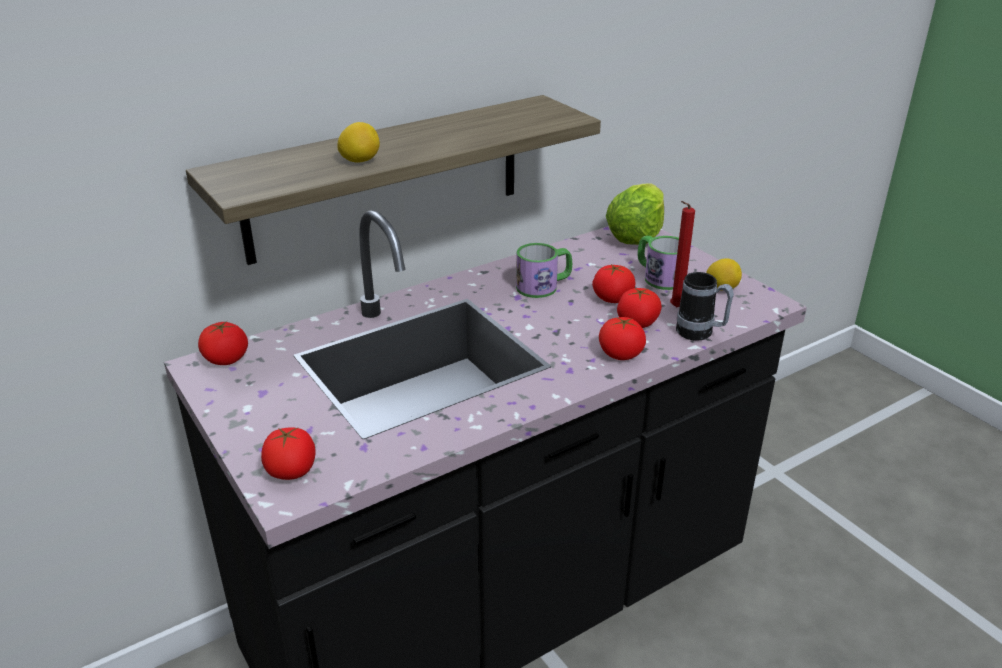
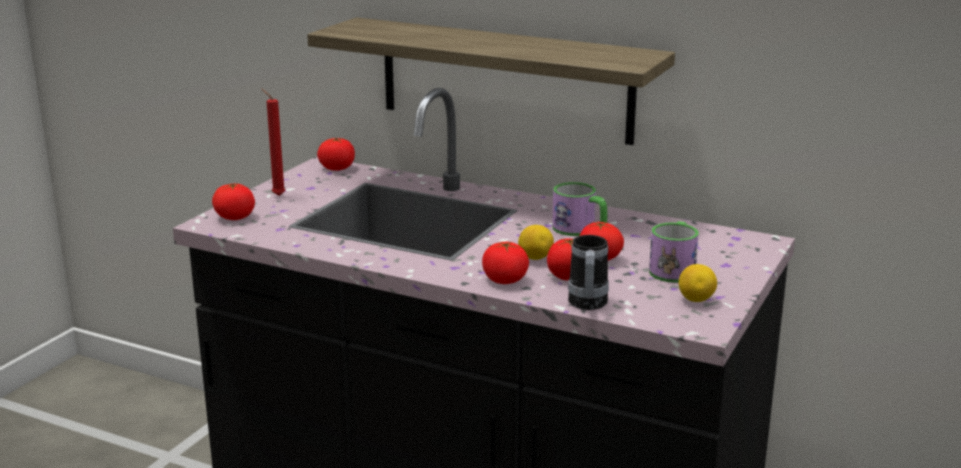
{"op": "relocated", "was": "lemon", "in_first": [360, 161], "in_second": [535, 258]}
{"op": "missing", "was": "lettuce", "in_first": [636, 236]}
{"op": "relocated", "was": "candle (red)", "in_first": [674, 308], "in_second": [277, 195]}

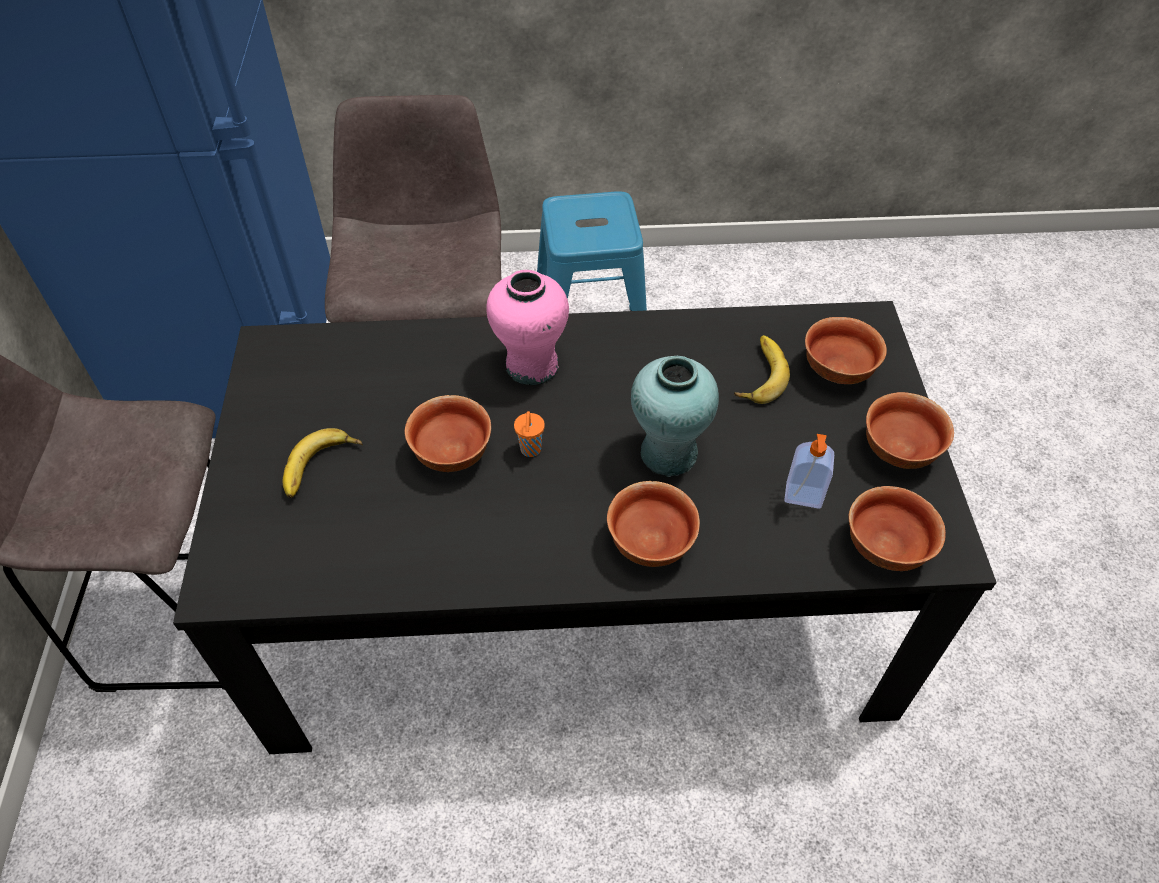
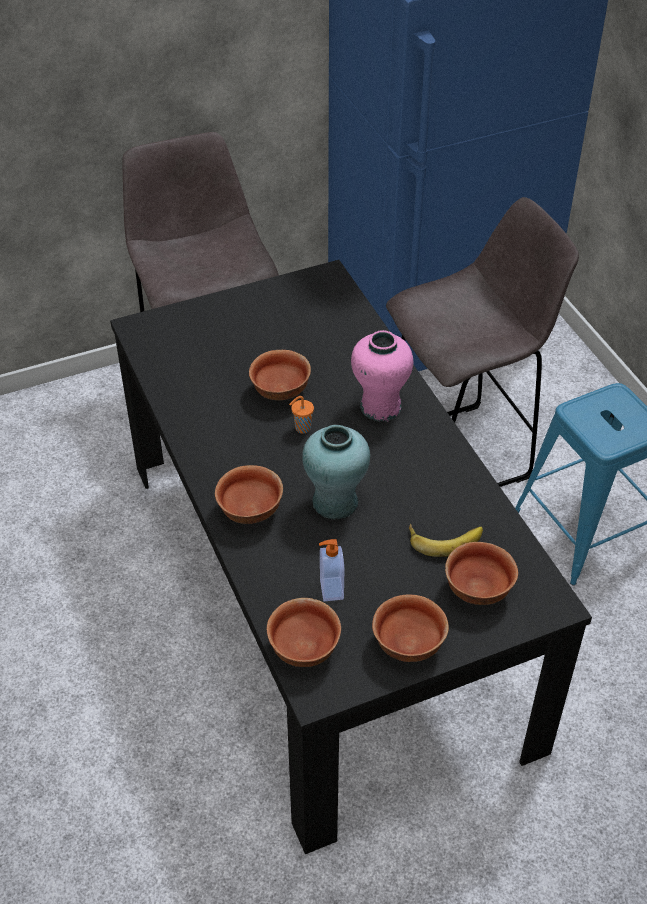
{"op": "missing", "was": "banana", "in_first": [321, 468]}

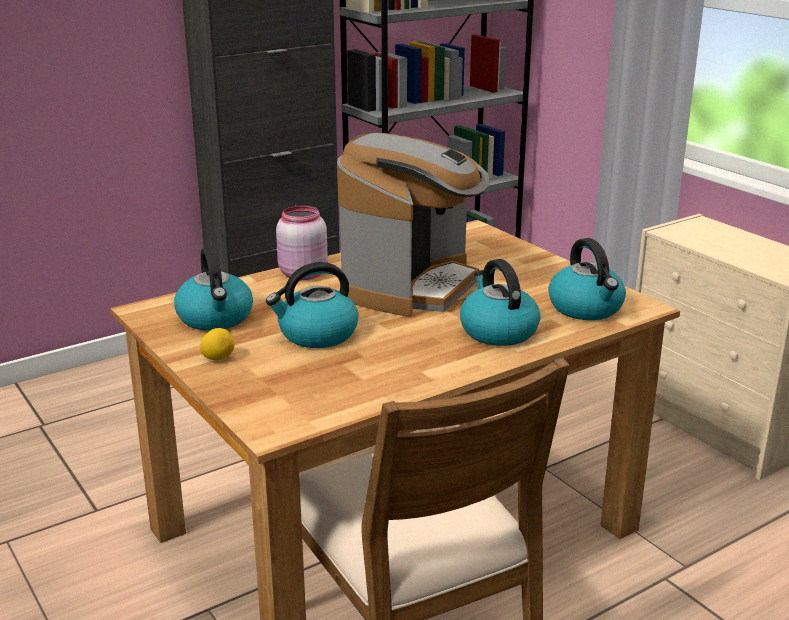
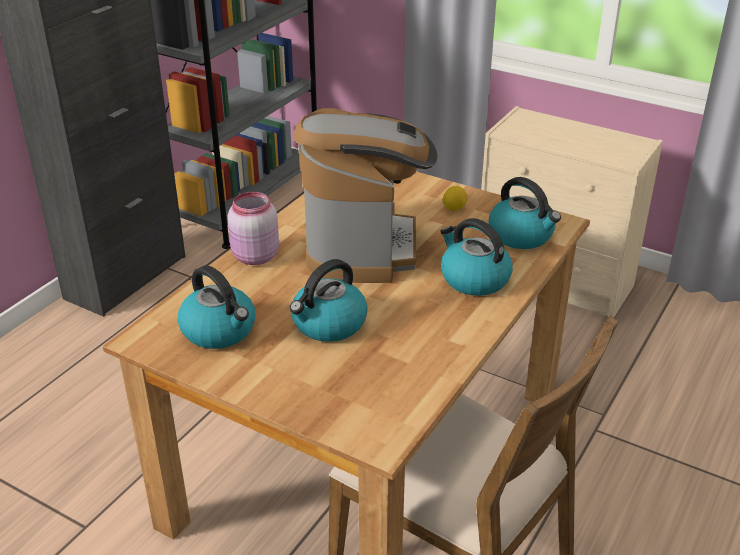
{"op": "relocated", "was": "lemon", "in_first": [218, 358], "in_second": [454, 208]}

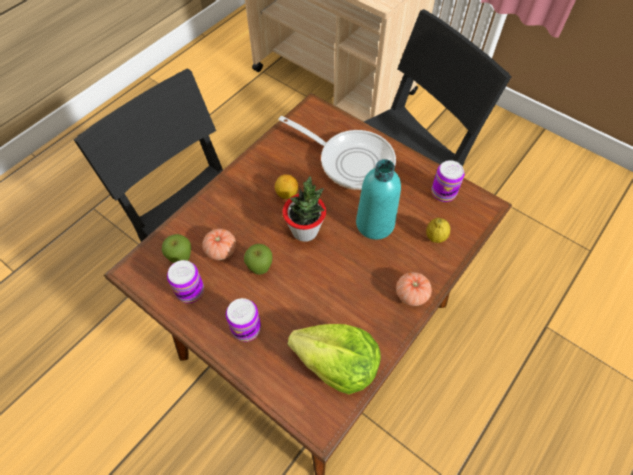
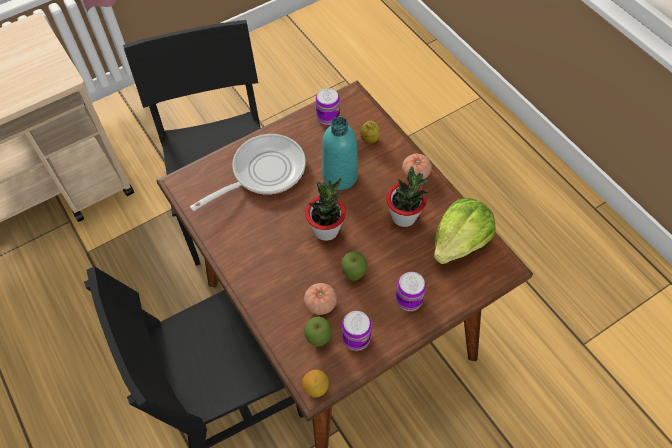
{"op": "relocated", "was": "lemon", "in_first": [287, 194], "in_second": [316, 388]}
{"op": "appeared", "now": "potted plant", "in_second": [404, 216]}

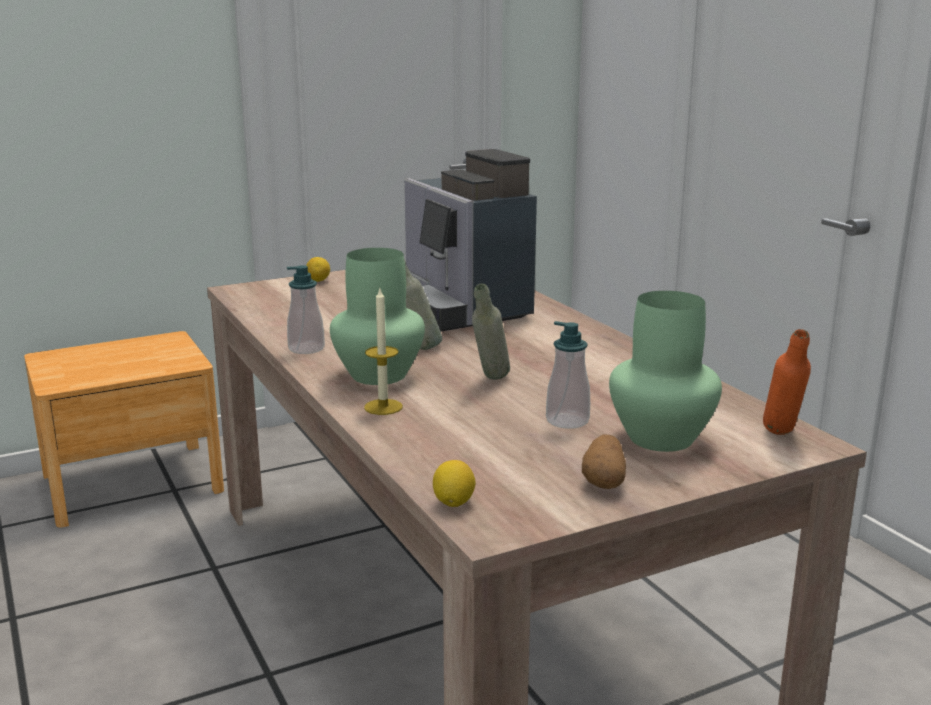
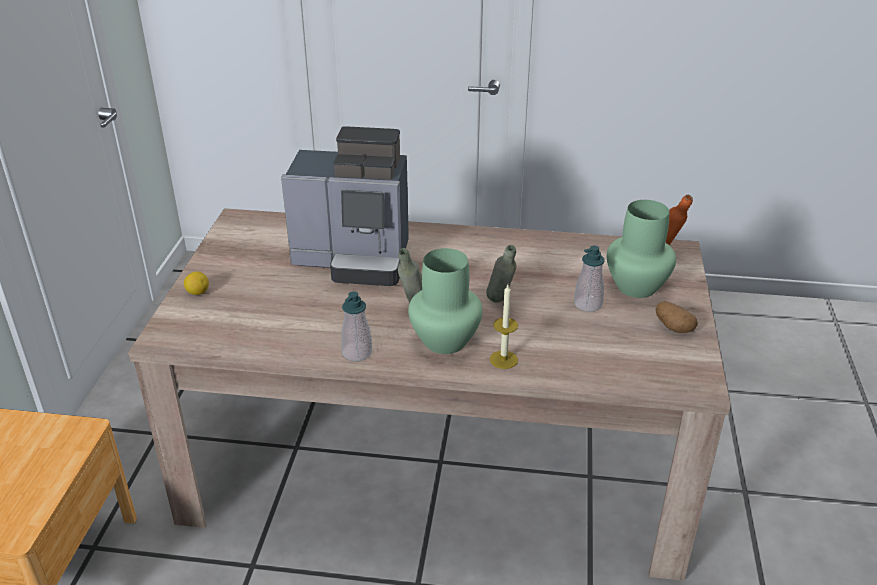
{"op": "missing", "was": "lemon", "in_first": [453, 502]}

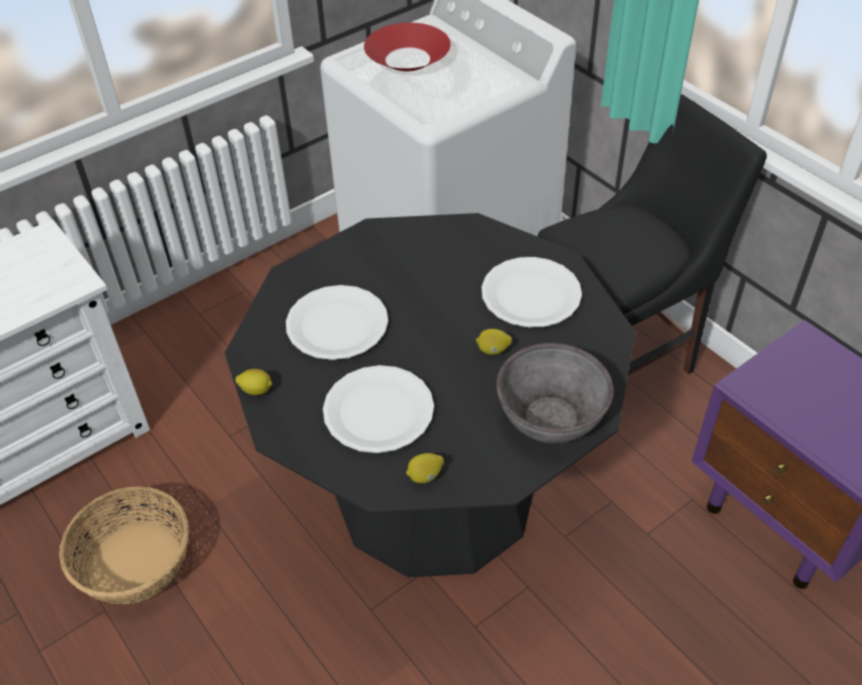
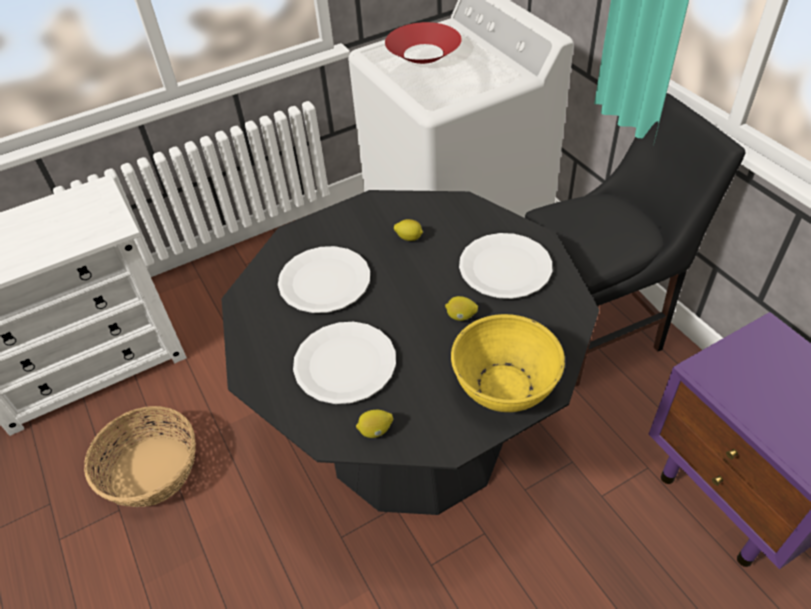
{"op": "colour", "was": "bowl (grey)", "now": "bowl (yellow)", "in_first": [550, 418], "in_second": [504, 386]}
{"op": "relocated", "was": "lemon", "in_first": [256, 390], "in_second": [409, 238]}

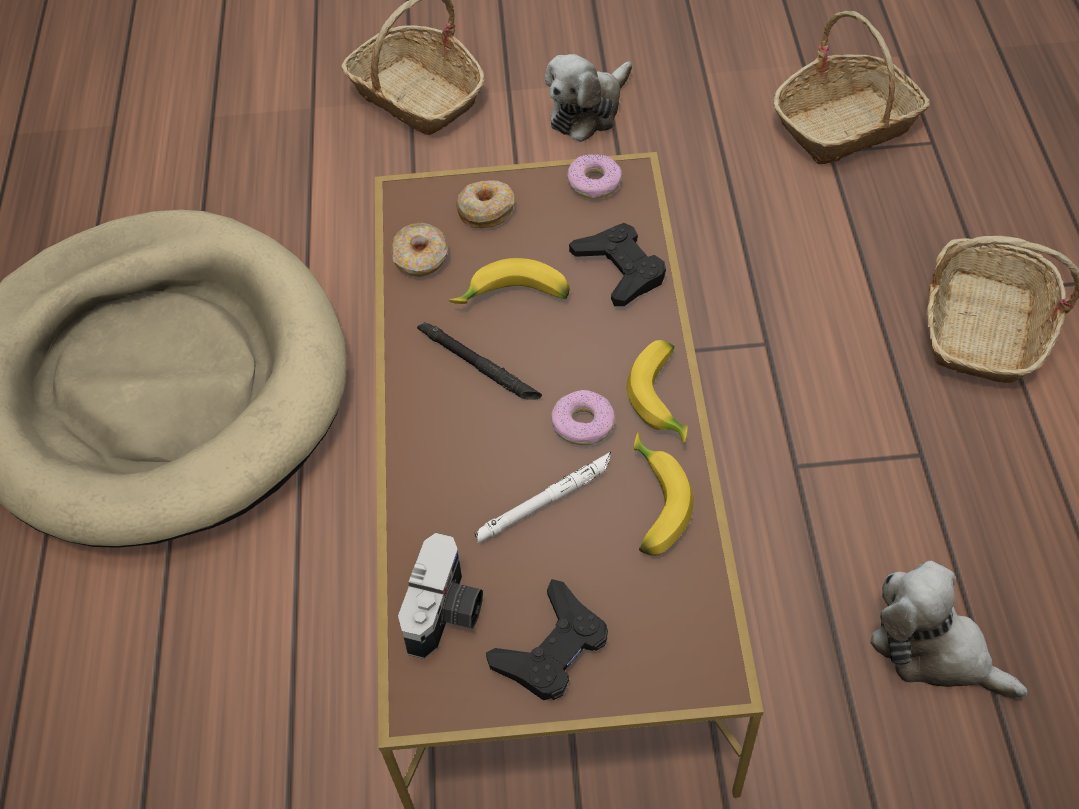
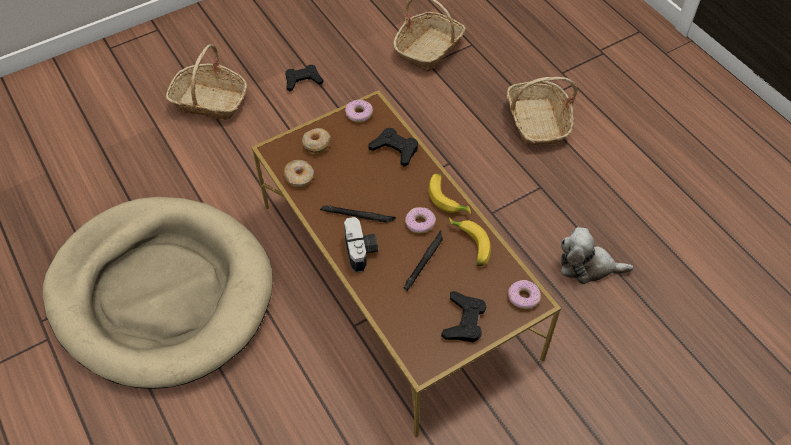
{"op": "exchanged", "was": "plush toy", "now": "game controller (black)", "in_first": [588, 110], "in_second": [303, 80]}
{"op": "missing", "was": "banana", "in_first": [513, 299]}
{"op": "colour", "was": "flashlight (white)", "now": "flashlight (black)", "in_first": [545, 501], "in_second": [424, 262]}
{"op": "relocated", "was": "photo camera", "in_first": [447, 613], "in_second": [362, 251]}
{"op": "appeared", "now": "donut", "in_second": [523, 297]}

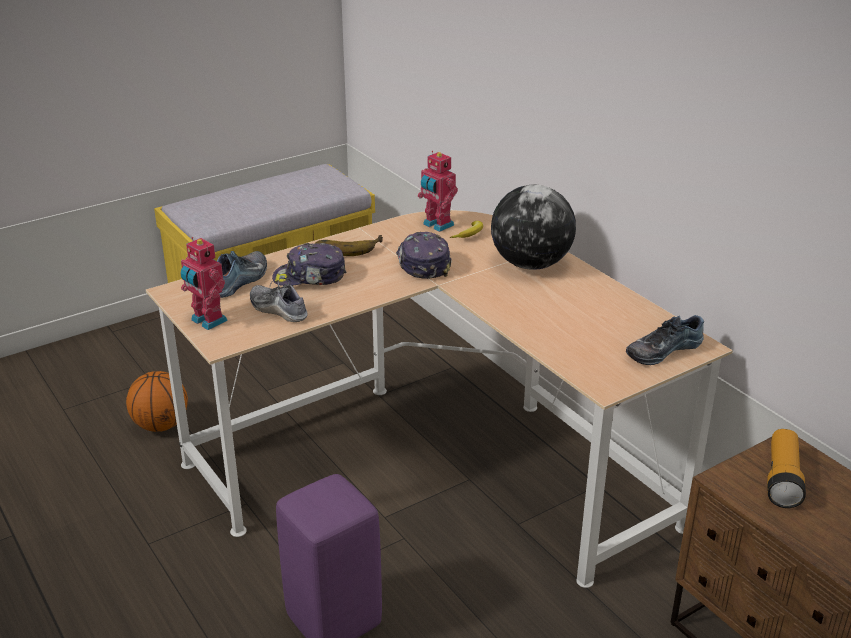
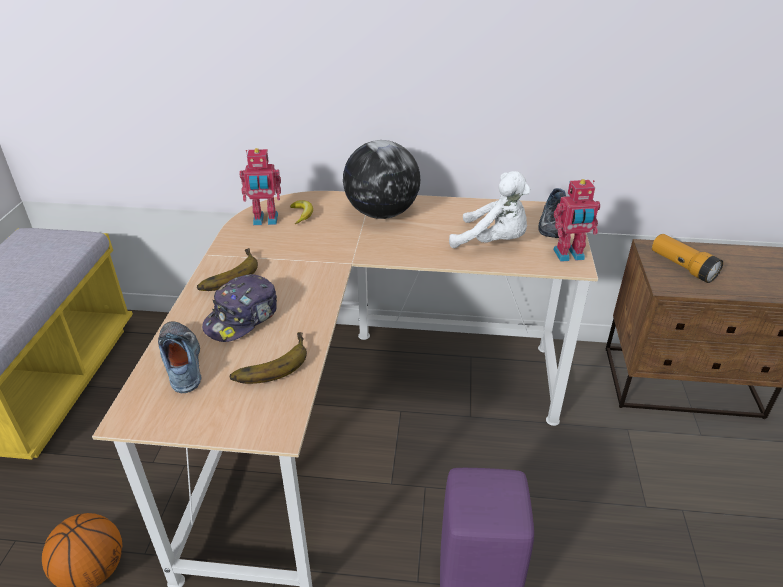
{"op": "missing", "was": "cap", "in_first": [423, 264]}
{"op": "relocated", "was": "toy robot", "in_first": [207, 321], "in_second": [569, 255]}
{"op": "exchanged", "was": "shoe", "now": "banana", "in_first": [278, 310], "in_second": [269, 363]}
{"op": "appeared", "now": "plush toy (white)", "in_second": [493, 242]}

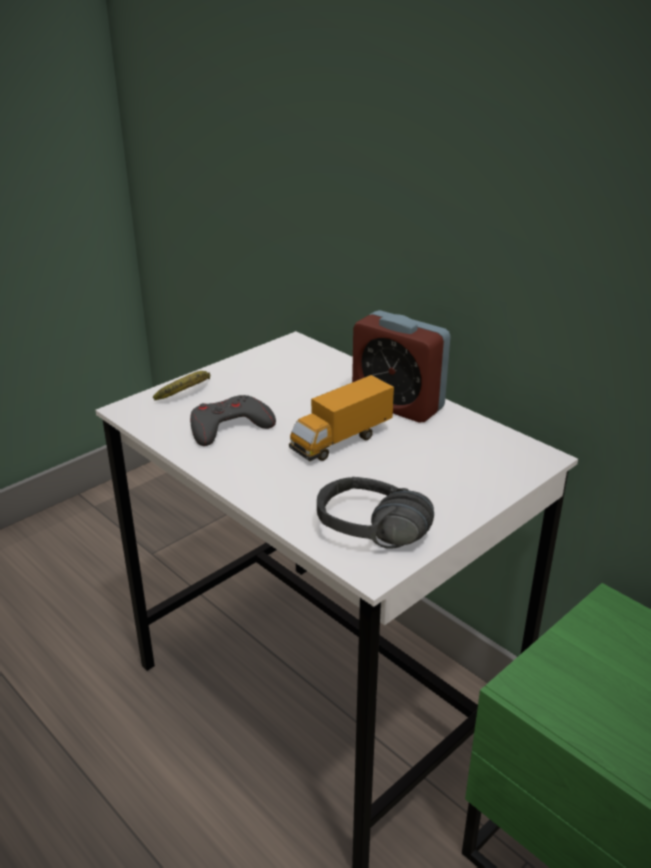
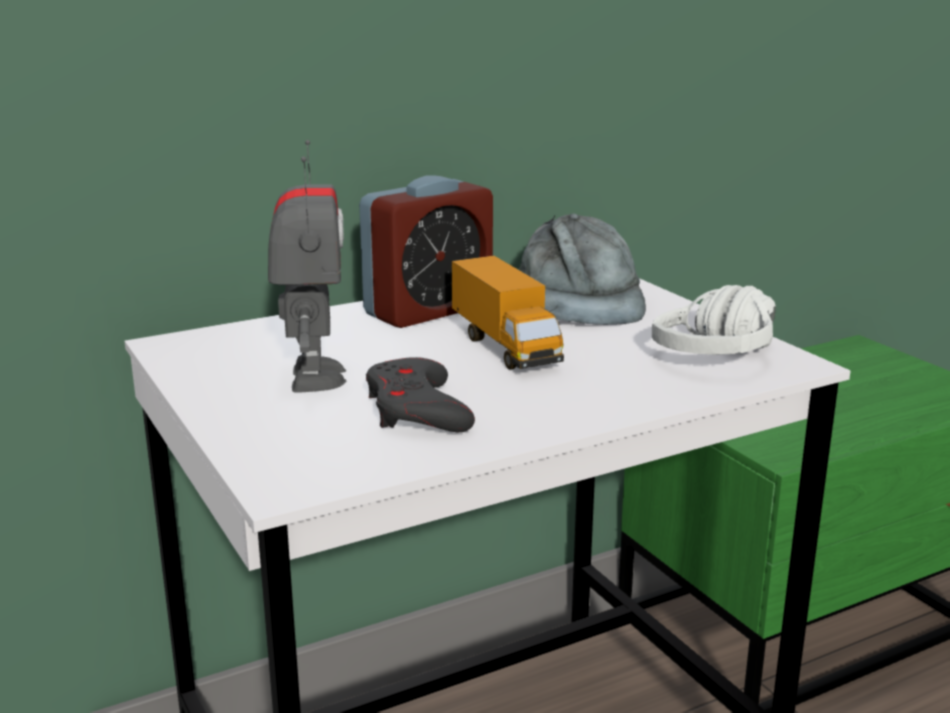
{"op": "missing", "was": "banana", "in_first": [188, 393]}
{"op": "colour", "was": "headphones (black)", "now": "headphones (white)", "in_first": [367, 540], "in_second": [738, 359]}
{"op": "appeared", "now": "toy robot", "in_second": [314, 377]}
{"op": "appeared", "now": "cap (grey)", "in_second": [580, 297]}

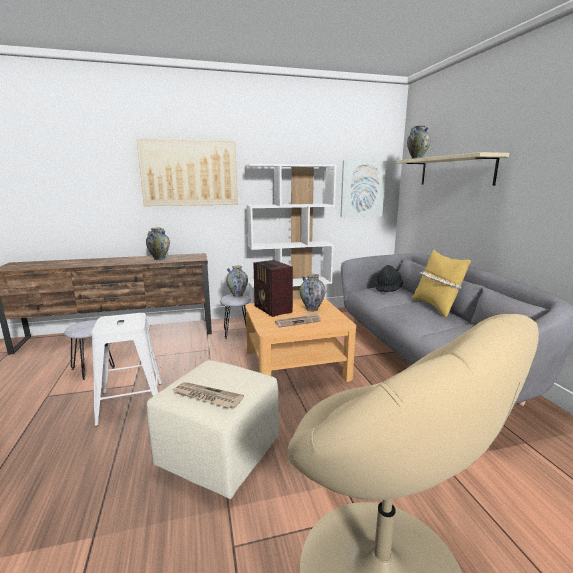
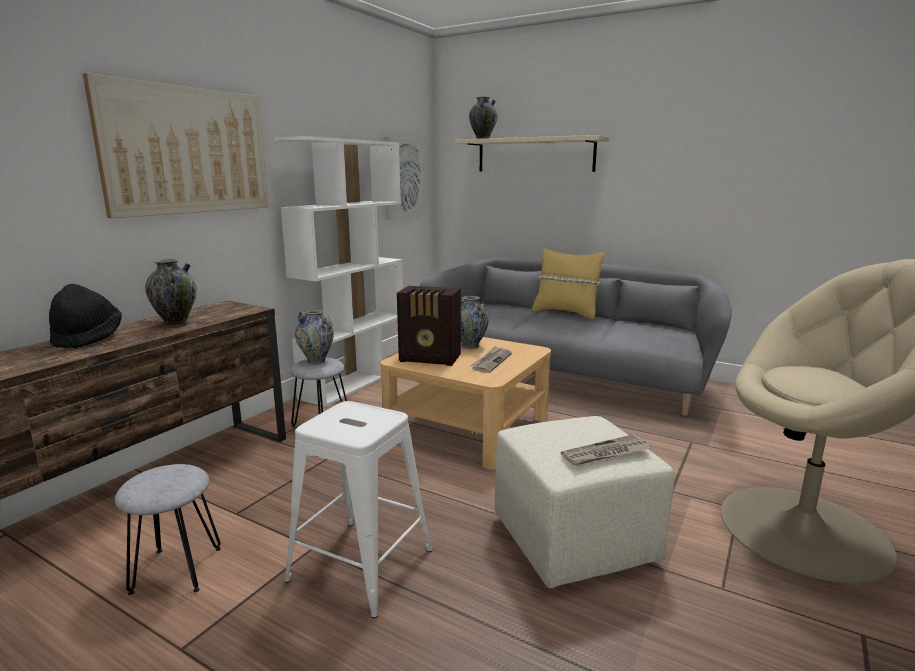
{"op": "relocated", "was": "hat (black)", "in_first": [388, 288], "in_second": [88, 338]}

